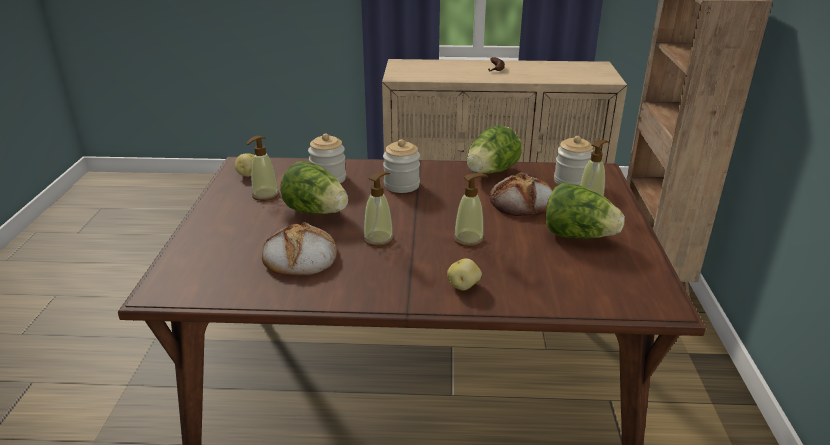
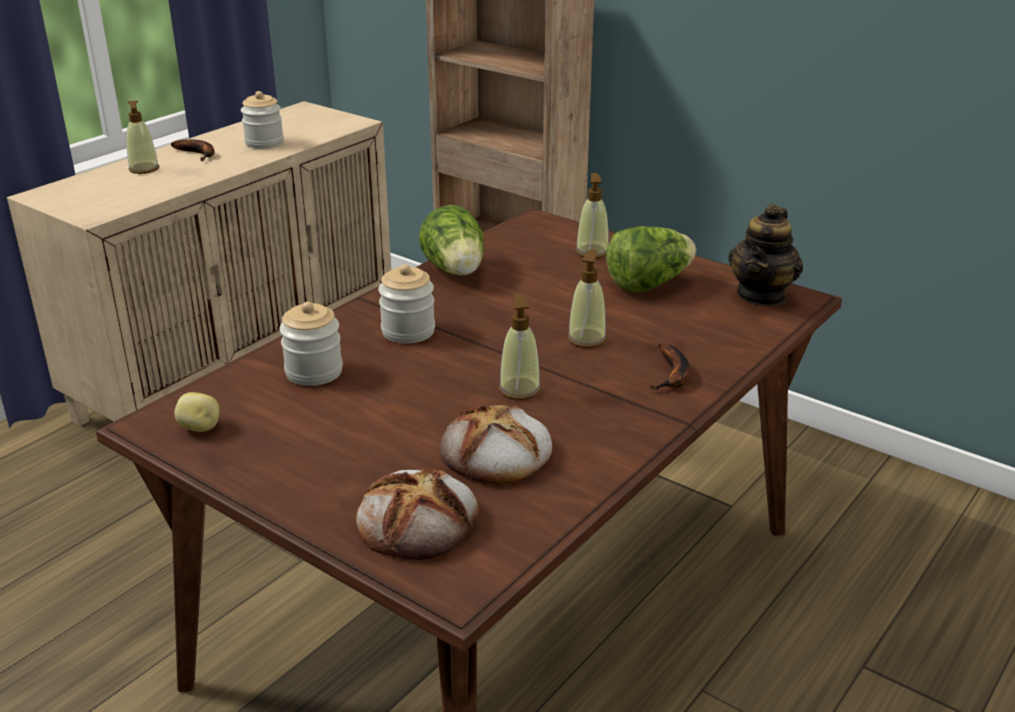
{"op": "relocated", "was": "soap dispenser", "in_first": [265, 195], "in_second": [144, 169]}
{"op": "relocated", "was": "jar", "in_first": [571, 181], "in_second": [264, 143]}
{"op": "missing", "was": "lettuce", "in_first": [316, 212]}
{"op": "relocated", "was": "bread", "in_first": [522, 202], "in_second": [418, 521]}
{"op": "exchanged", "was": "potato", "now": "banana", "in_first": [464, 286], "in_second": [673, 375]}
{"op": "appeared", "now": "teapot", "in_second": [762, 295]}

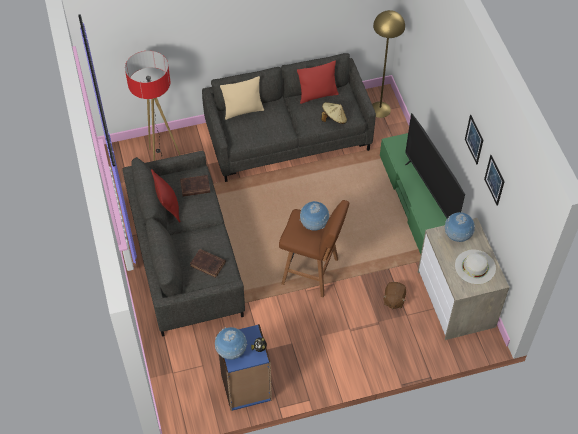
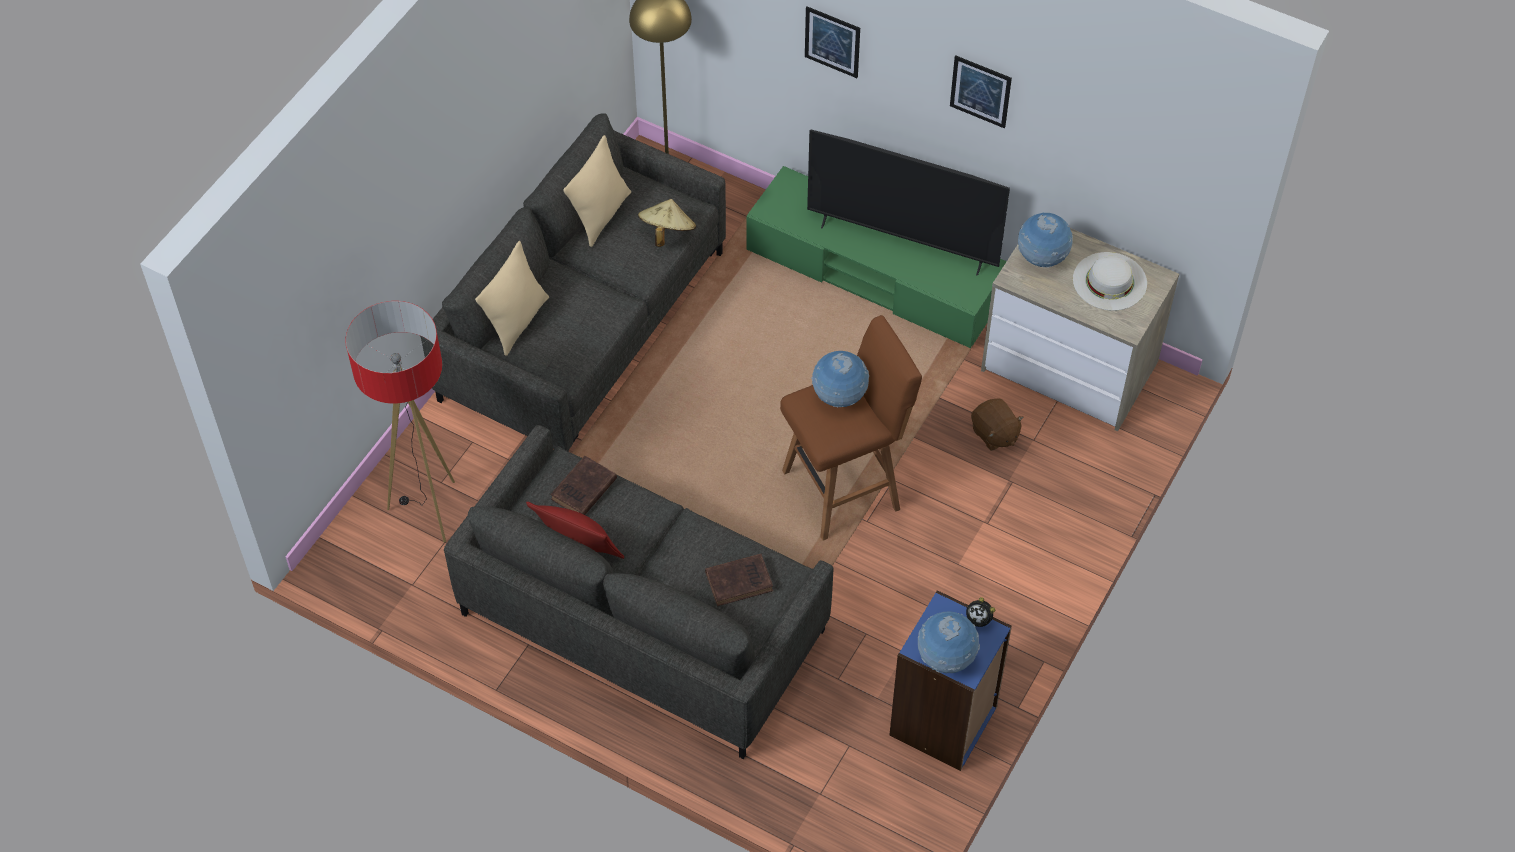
{"op": "colour", "was": "pillow (red)", "now": "pillow (beige)", "in_first": [317, 95], "in_second": [601, 215]}
{"op": "relocated", "was": "picture", "in_first": [494, 180], "in_second": [832, 42]}

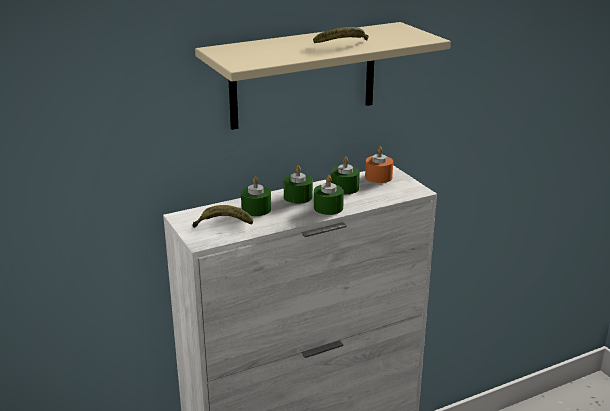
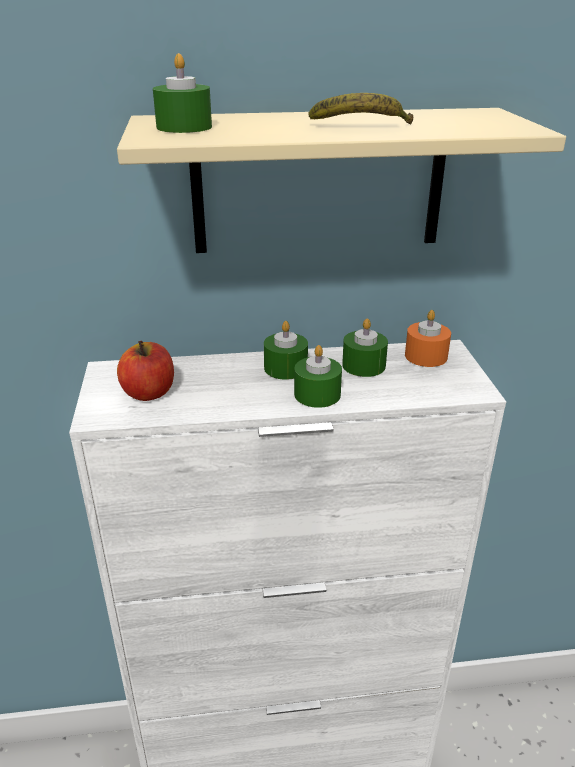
{"op": "relocated", "was": "candle (green)", "in_first": [256, 209], "in_second": [184, 127]}
{"op": "exchanged", "was": "banana", "now": "apple", "in_first": [223, 224], "in_second": [149, 393]}

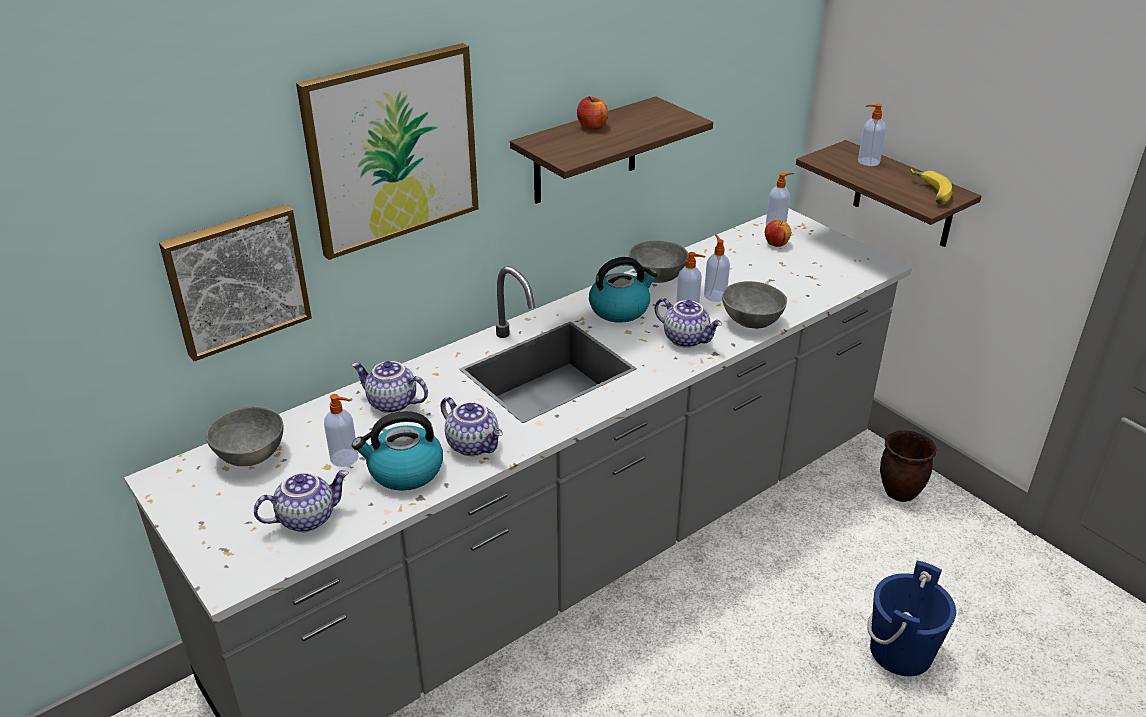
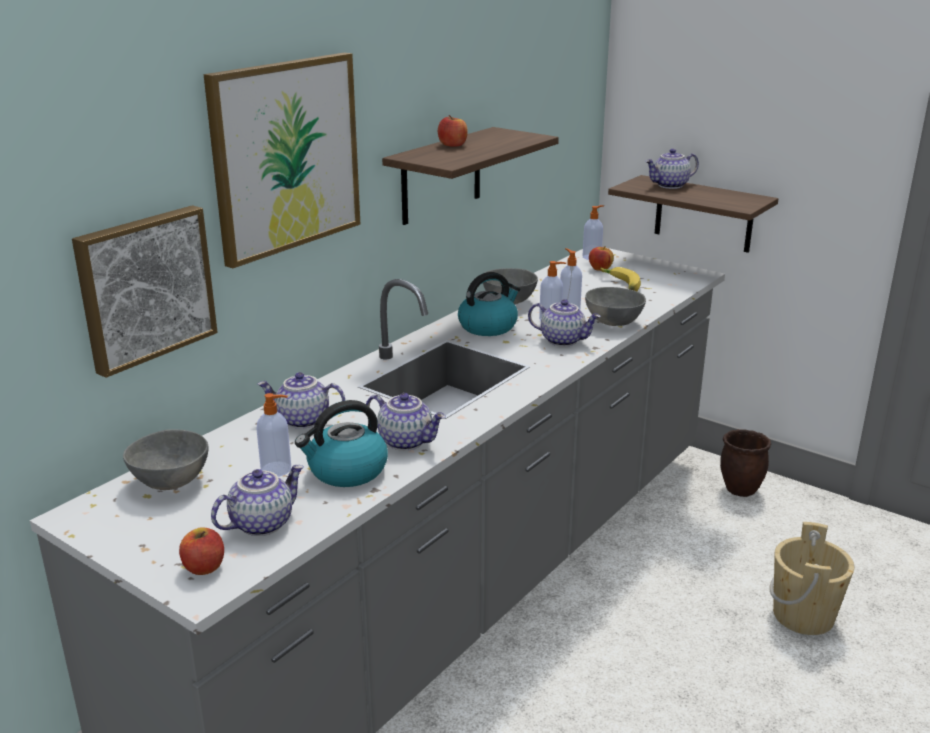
{"op": "exchanged", "was": "soap dispenser", "now": "teapot", "in_first": [867, 162], "in_second": [670, 186]}
{"op": "relocated", "was": "banana", "in_first": [928, 193], "in_second": [620, 285]}
{"op": "colour", "was": "bucket (blue)", "now": "bucket (beige)", "in_first": [901, 651], "in_second": [803, 615]}
{"op": "appeared", "now": "apple", "in_second": [204, 567]}

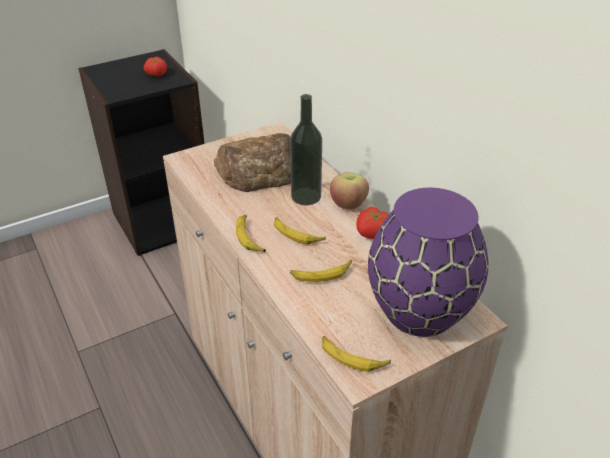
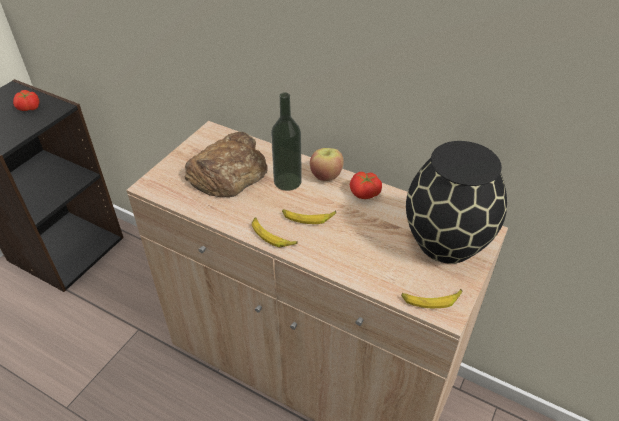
{"op": "colour", "was": "vase (purple)", "now": "vase (black)", "in_first": [418, 312], "in_second": [446, 243]}
{"op": "missing", "was": "banana", "in_first": [321, 274]}

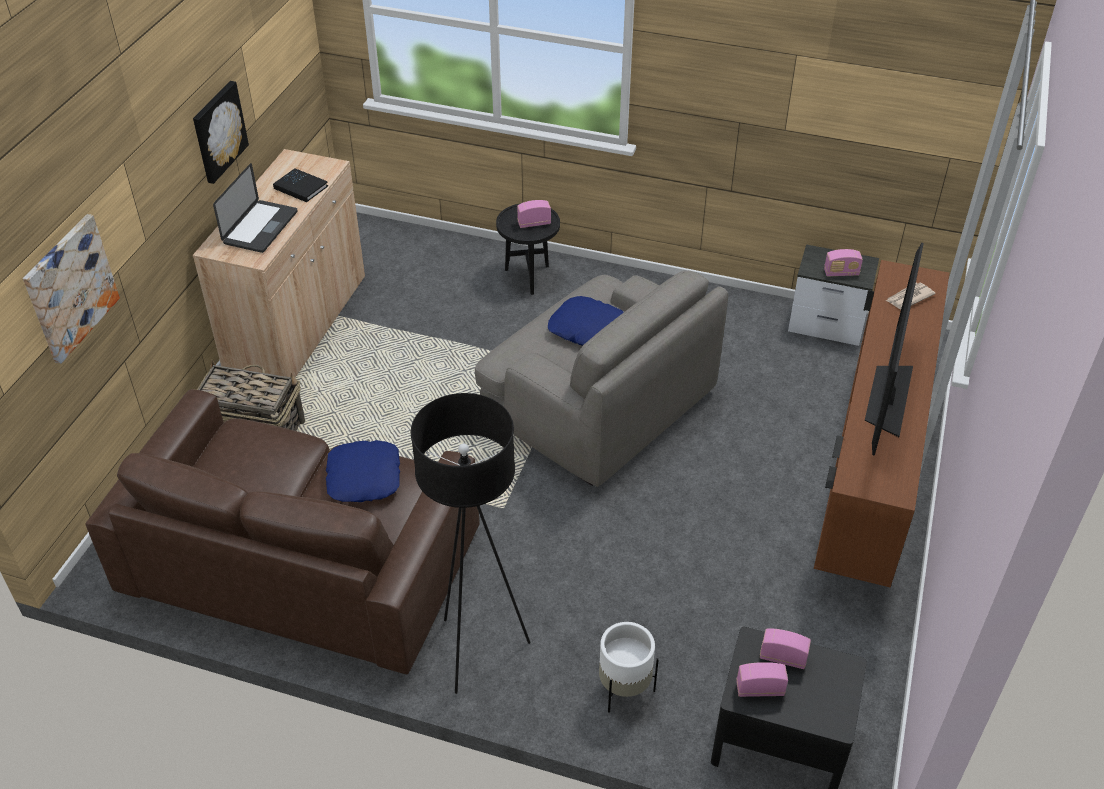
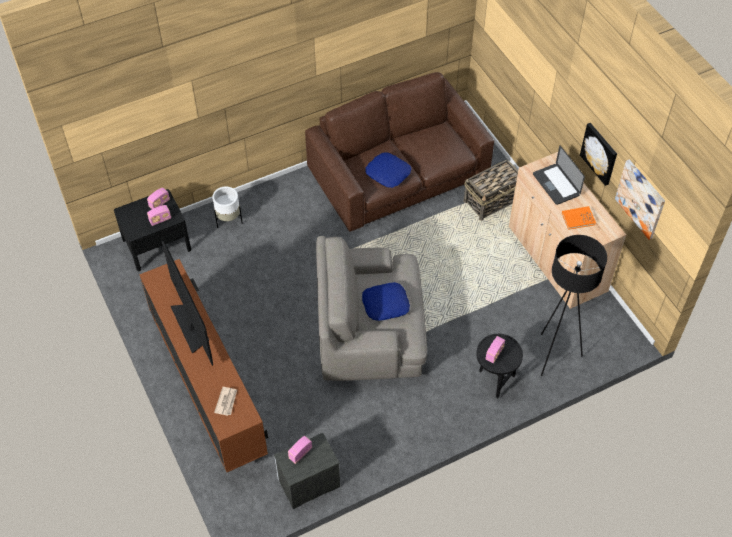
{"op": "colour", "was": "book (black)", "now": "book (orange)", "in_first": [301, 187], "in_second": [578, 219]}
{"op": "relocated", "was": "picture", "in_first": [70, 288], "in_second": [641, 199]}
{"op": "relocated", "was": "floor lamp (black)", "in_first": [477, 651], "in_second": [554, 355]}

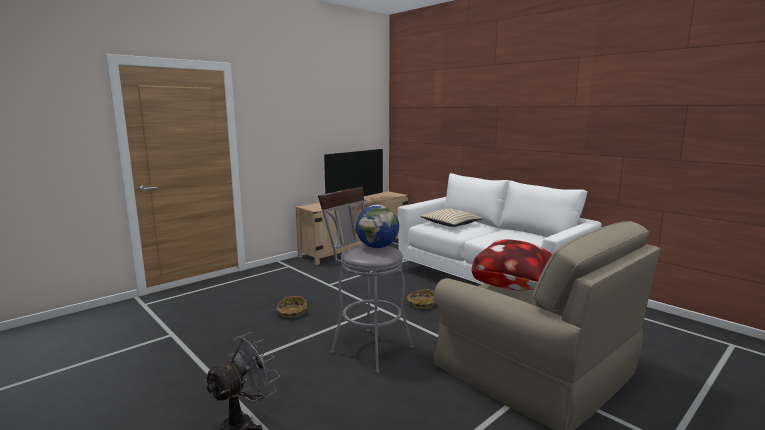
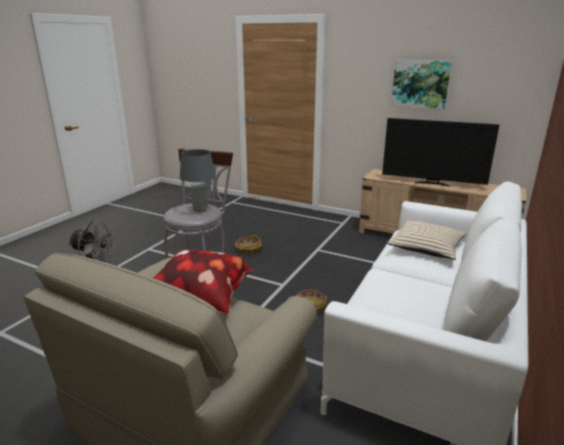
{"op": "exchanged", "was": "globe", "now": "table lamp (grey)", "in_first": [377, 247], "in_second": [200, 210]}
{"op": "appeared", "now": "picture", "in_second": [420, 84]}

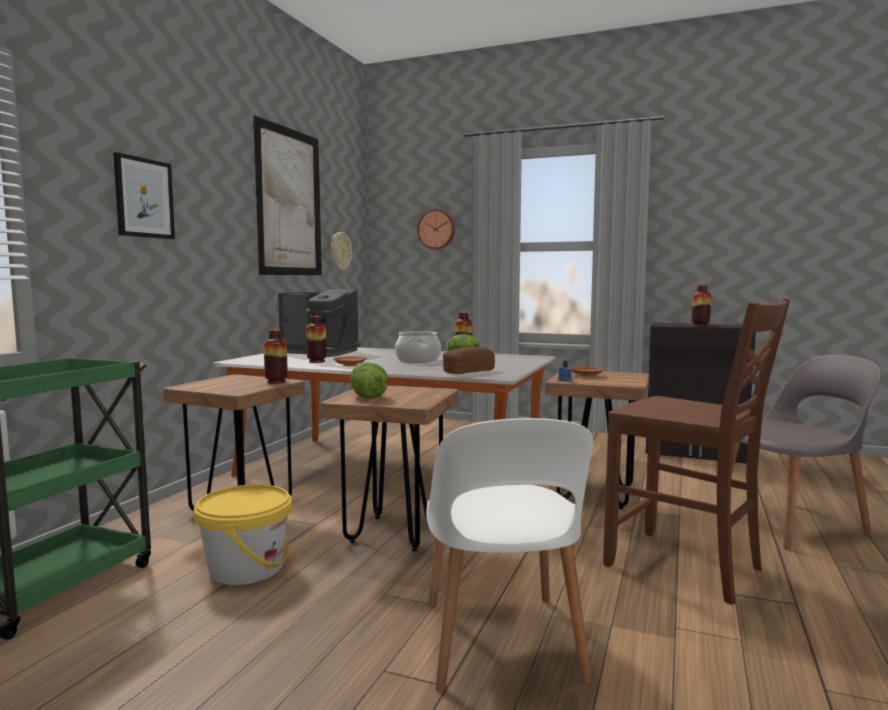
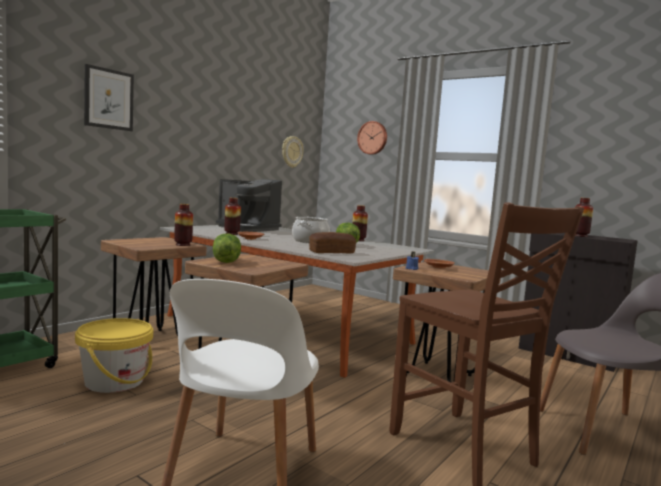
{"op": "missing", "was": "picture", "in_first": [289, 202]}

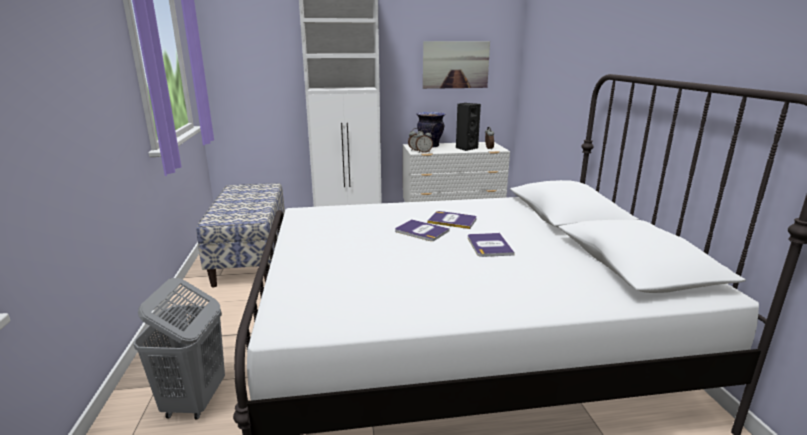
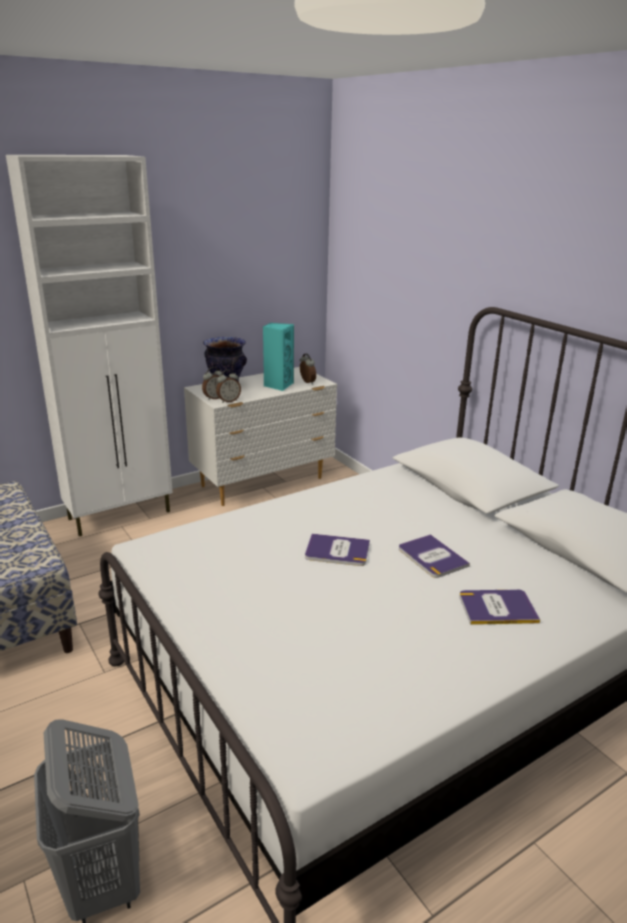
{"op": "missing", "was": "picture", "in_first": [455, 65]}
{"op": "colour", "was": "speaker (black)", "now": "speaker (turquoise)", "in_first": [466, 148], "in_second": [278, 385]}
{"op": "relocated", "was": "book", "in_first": [452, 220], "in_second": [497, 608]}

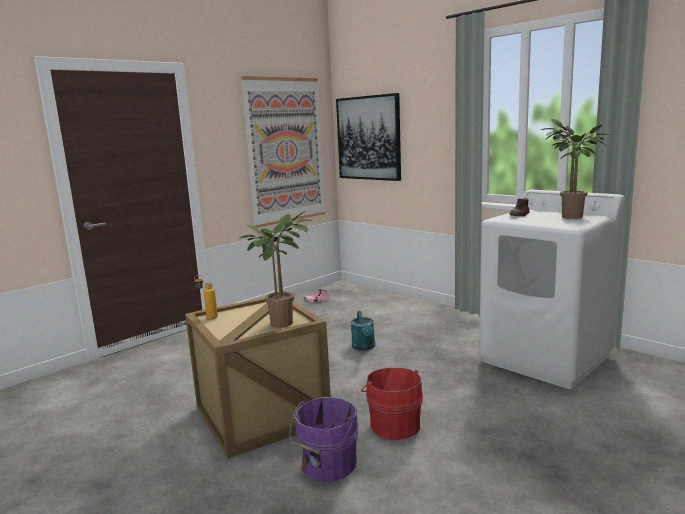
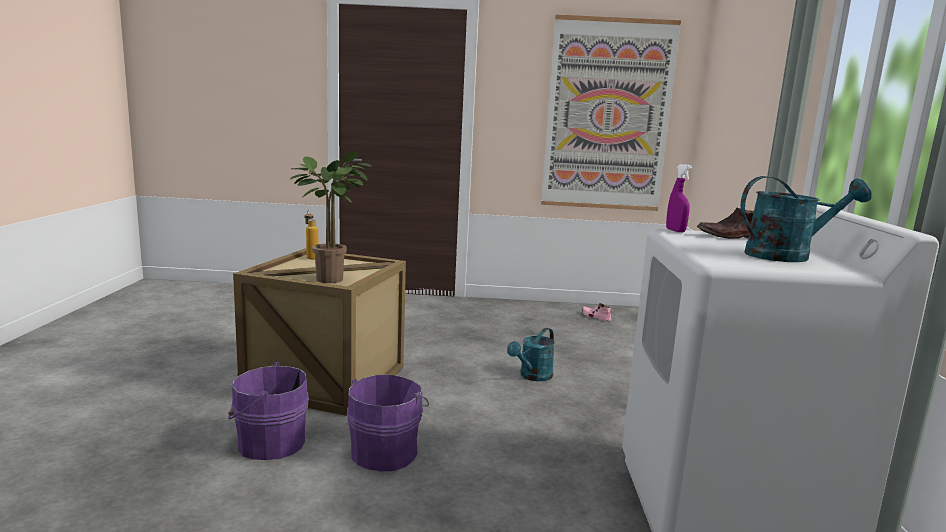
{"op": "missing", "was": "picture", "in_first": [368, 138]}
{"op": "exchanged", "was": "potted plant", "now": "watering can (turquoise)", "in_first": [568, 217], "in_second": [787, 256]}
{"op": "colour", "was": "bucket (red)", "now": "bucket (purple)", "in_first": [394, 424], "in_second": [386, 451]}
{"op": "appeared", "now": "spray bottle (purple)", "in_second": [675, 231]}

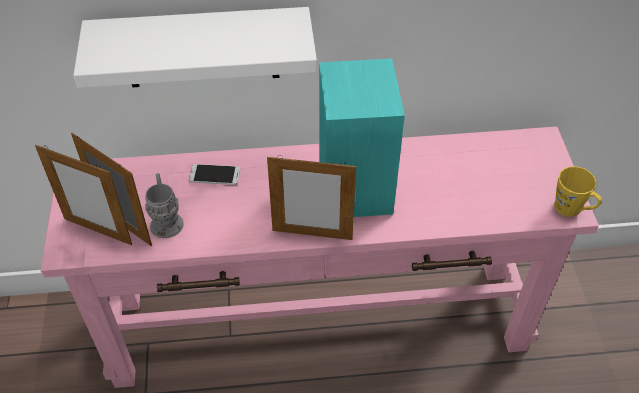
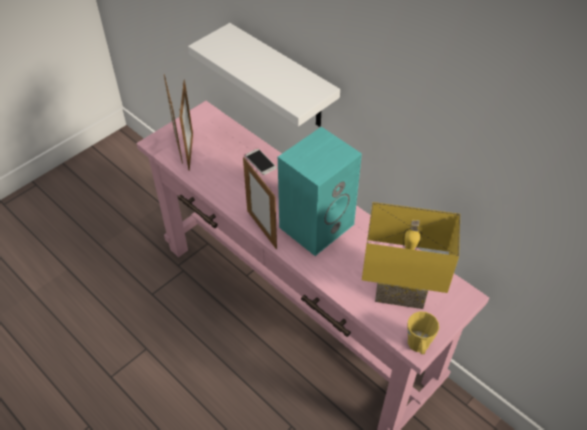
{"op": "missing", "was": "mug (grey)", "in_first": [166, 219]}
{"op": "appeared", "now": "table lamp (yellow)", "in_second": [399, 295]}

